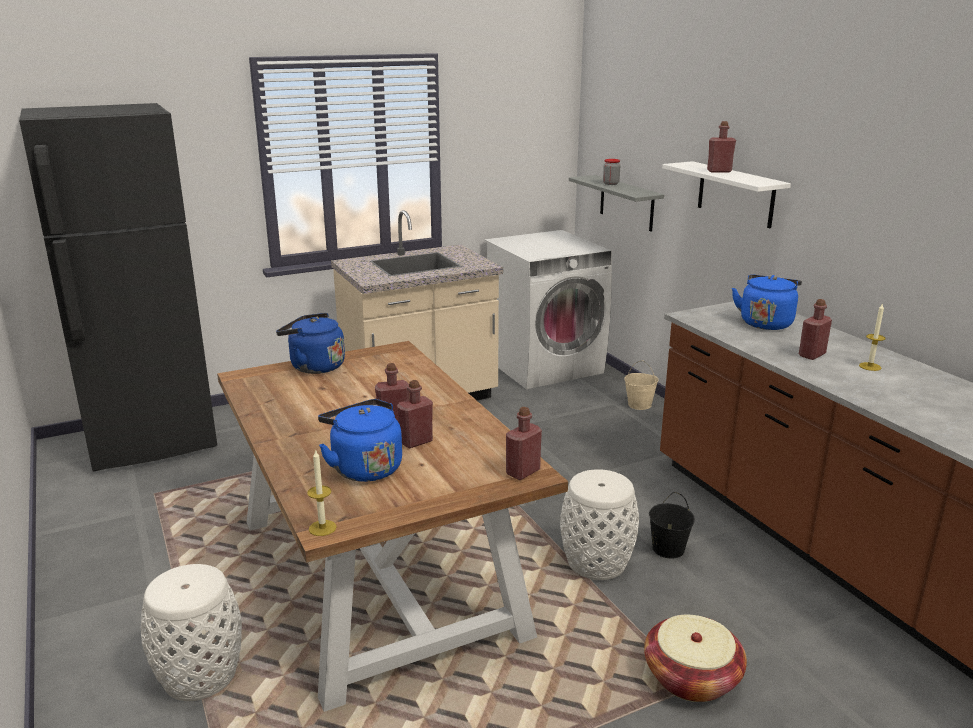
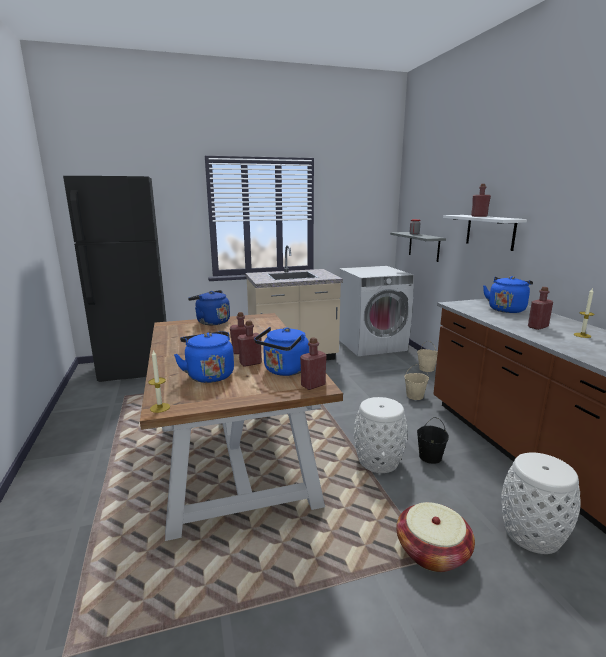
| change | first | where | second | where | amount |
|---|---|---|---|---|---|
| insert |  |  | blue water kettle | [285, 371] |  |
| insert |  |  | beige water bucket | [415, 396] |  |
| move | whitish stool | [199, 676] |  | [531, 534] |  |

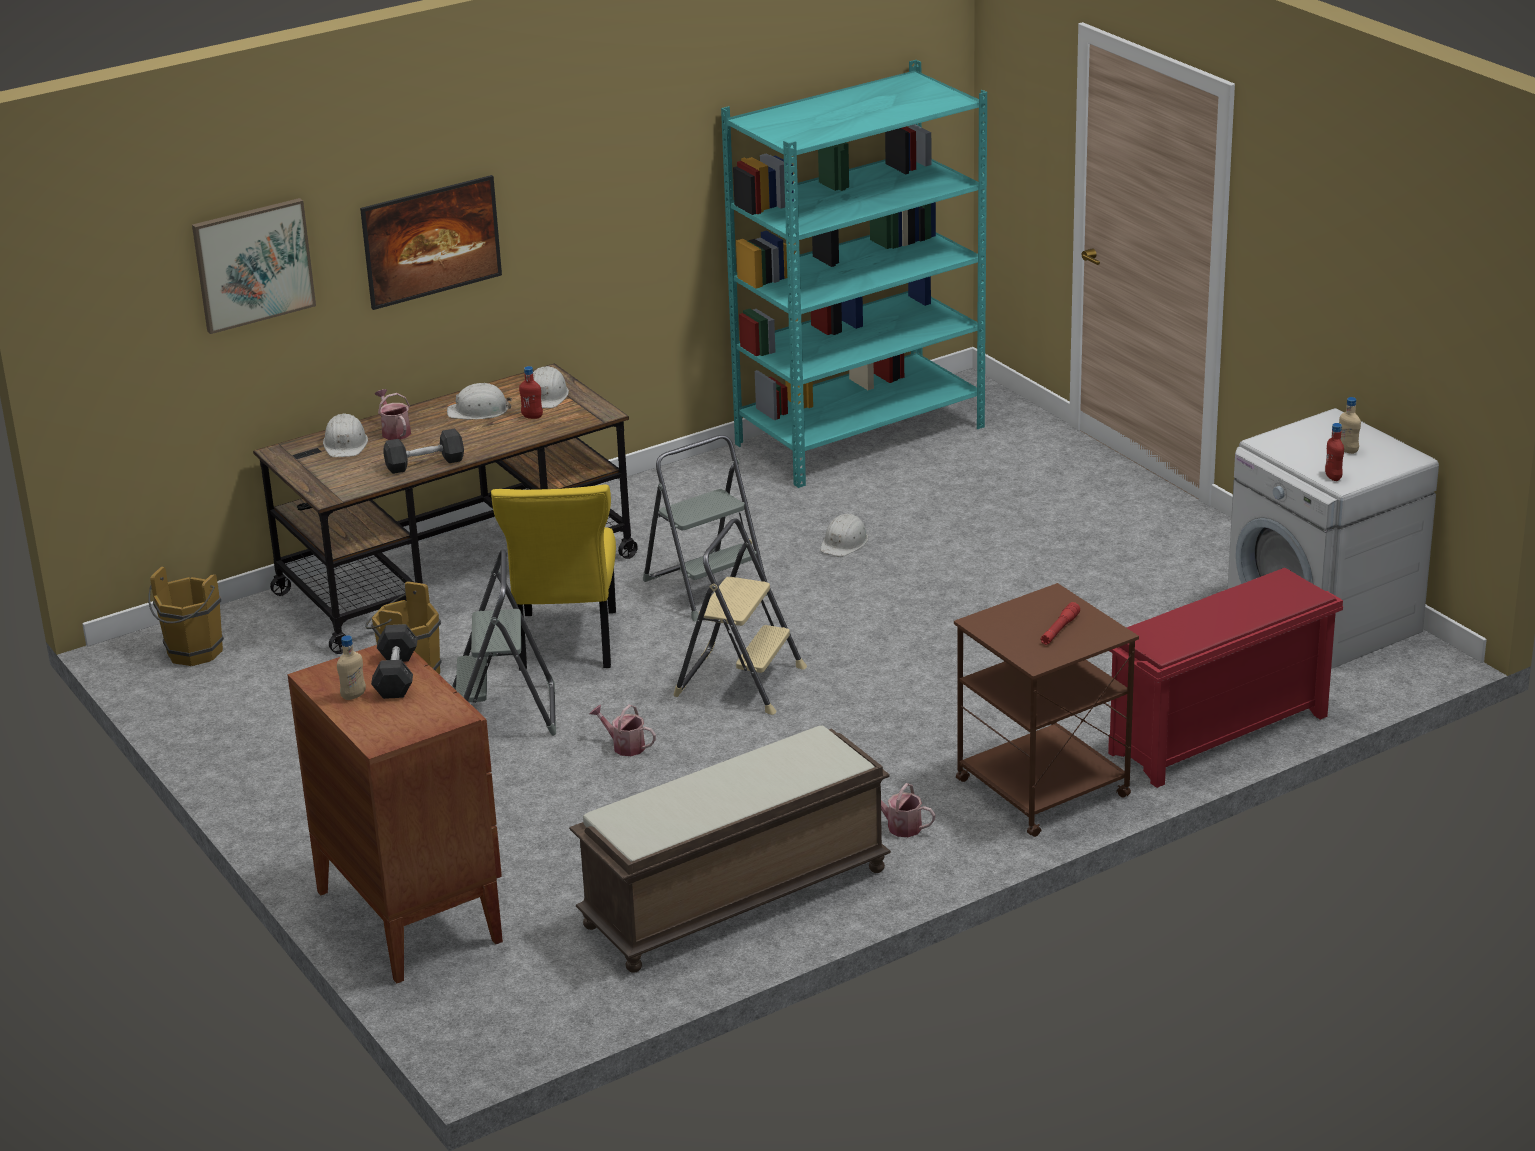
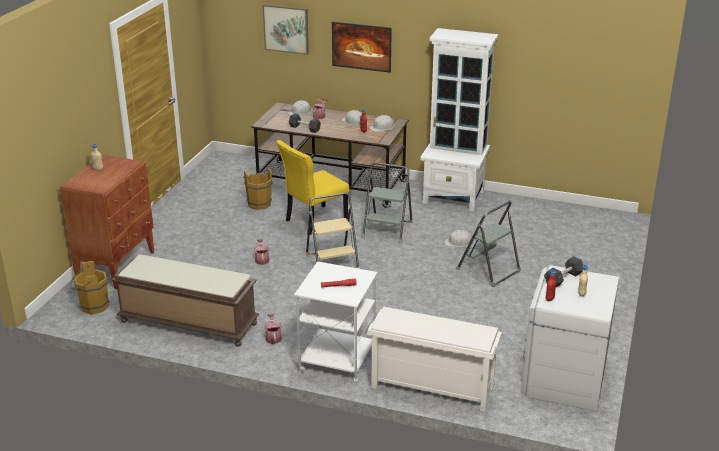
| change | first | where | second | where | amount |
|---|---|---|---|---|---|
| move | brownish water bucket | [192, 654] |  | [92, 307] |  |
| recolor | brownish wheeled cart | [1041, 789] | whitish wheeled cart | [336, 359] |  |
| recolor | red-coloured shoe stand | [1217, 736] | whitish shoe stand | [431, 387] |  |
| insert |  |  | whitish cabinet | [453, 197] |  |
| move | greyish step ladder | [507, 714] |  | [489, 271] |  |
| move | greyish dumbbell | [396, 675] |  | [563, 278] |  |
| delete | turquoise shelving unit | [860, 435] |  |  |  |

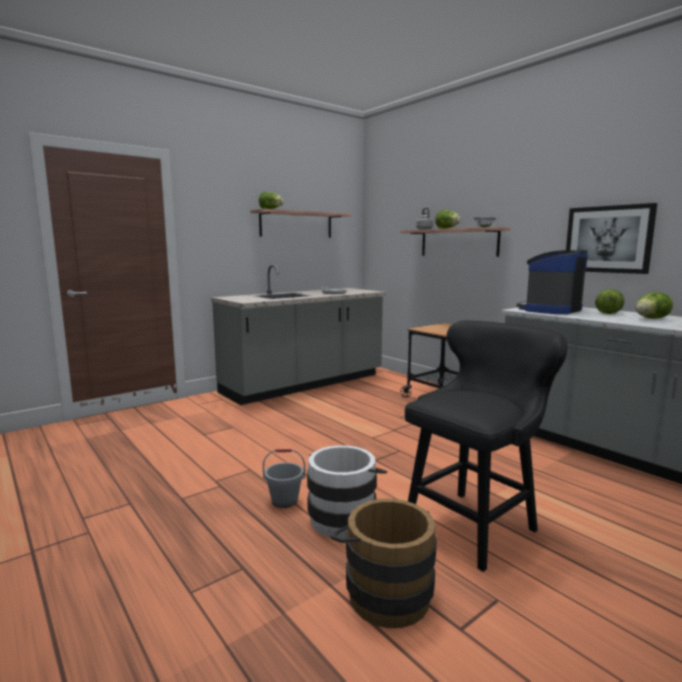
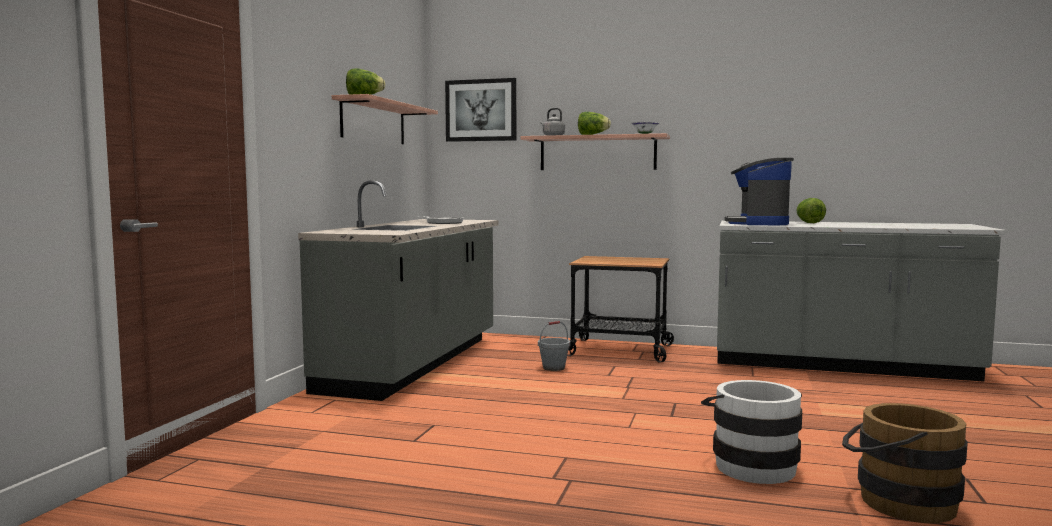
| change | first | where | second | where | amount |
|---|---|---|---|---|---|
| move | wall picture | [608, 239] |  | [481, 110] |  |
| move | greyish water bucket | [285, 501] |  | [553, 368] |  |
| delete | black stool | [474, 525] |  |  |  |
| delete | lettuce | [650, 319] |  |  |  |

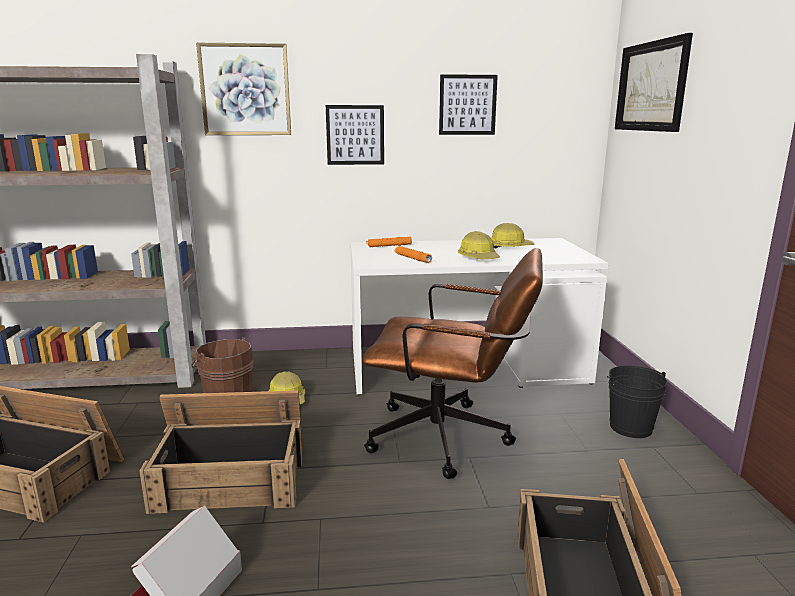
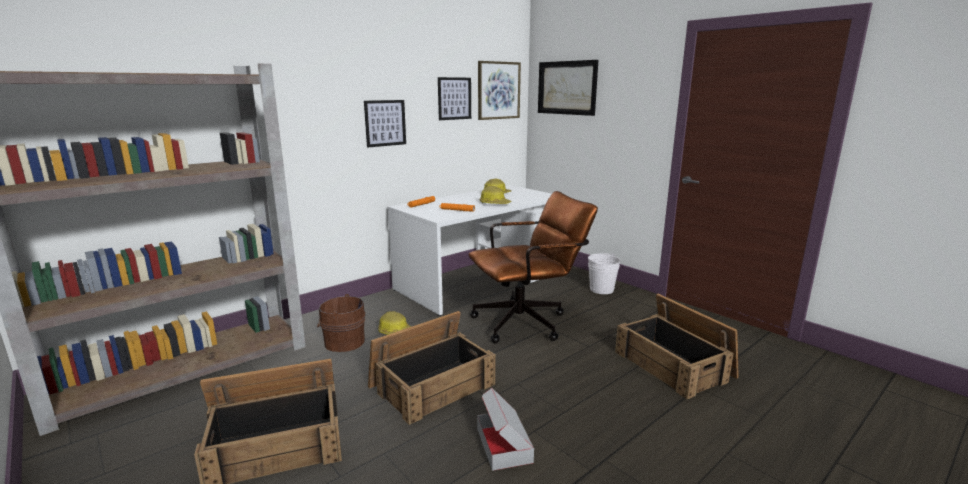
| change | first | where | second | where | amount |
|---|---|---|---|---|---|
| move | wall picture | [245, 90] |  | [498, 90] |  |
| recolor | black water bucket | [631, 427] | whitish water bucket | [601, 289] |  |

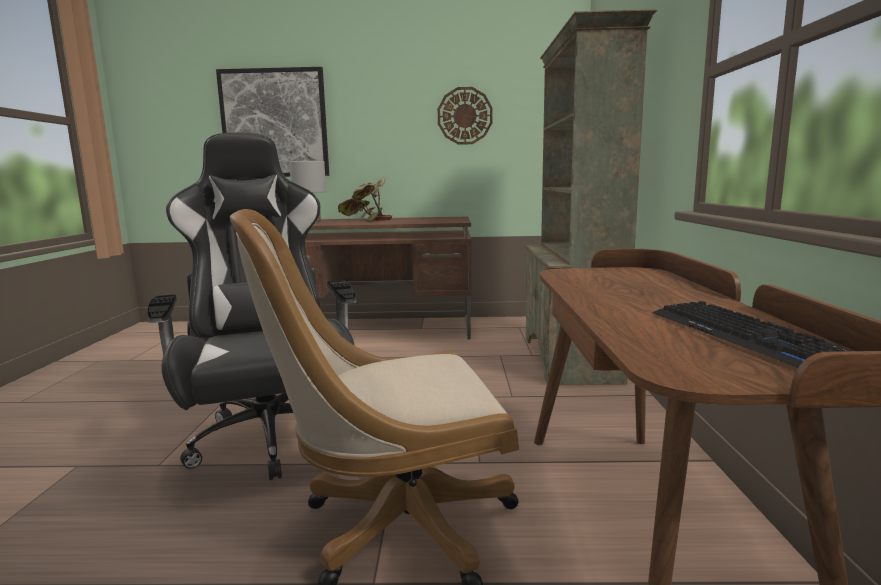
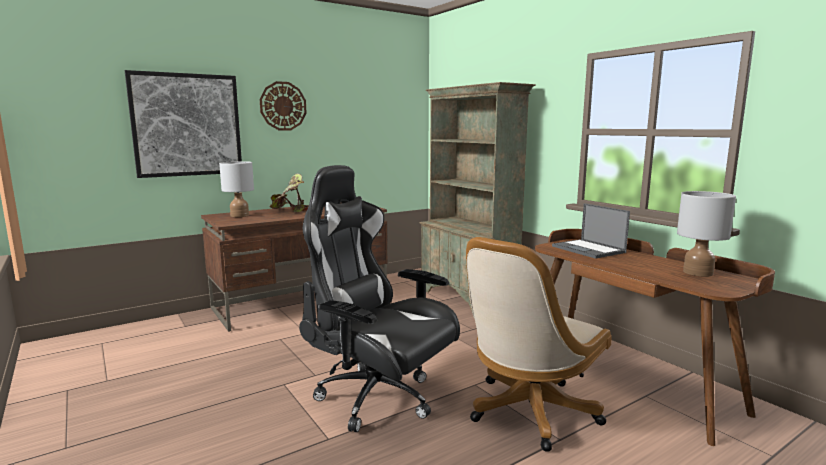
| change | first | where | second | where | amount |
|---|---|---|---|---|---|
| move | clock on the wall | [465, 116] |  | [283, 106] |  |
| insert |  |  | portable computer | [589, 249] |  |
| replace | keyboard | [745, 337] | greyish lamp for a table | [698, 273] |  |

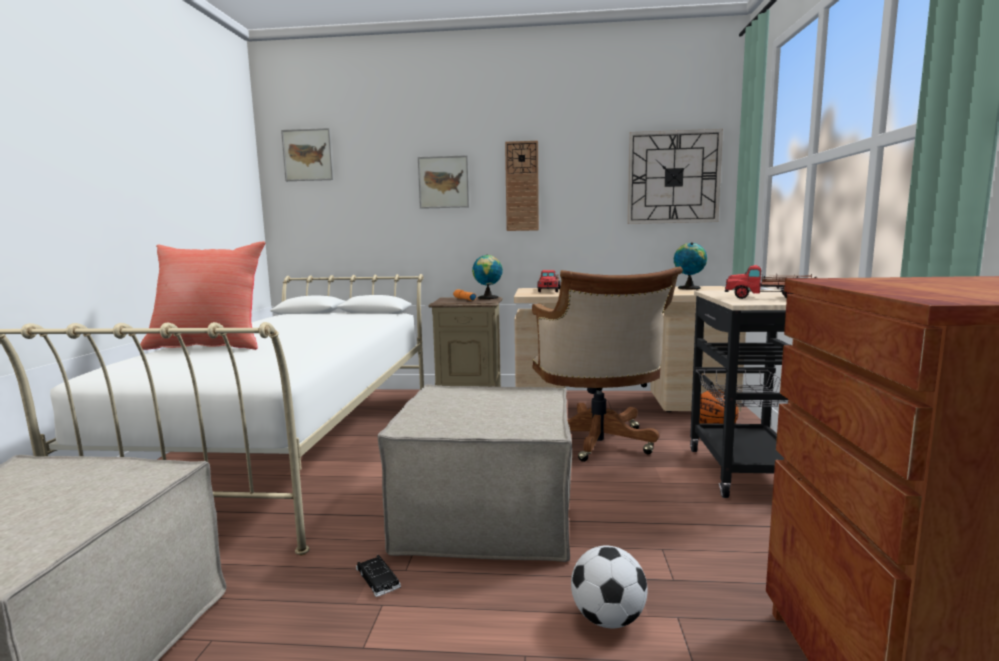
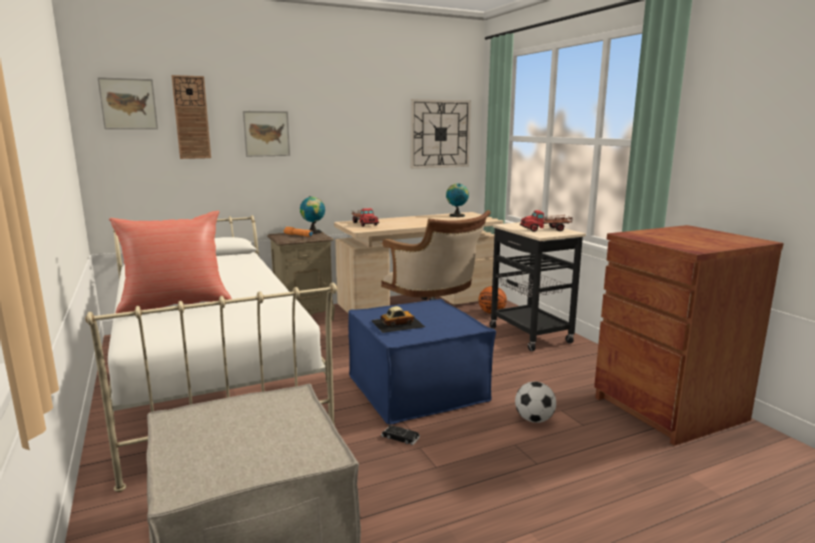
| change | first | where | second | where | amount |
|---|---|---|---|---|---|
| move | clock on the wall | [522, 186] |  | [191, 117] |  |
| recolor | beige ottoman | [487, 513] | blue ottoman | [417, 388] |  |
| insert |  |  | toy car | [397, 323] |  |

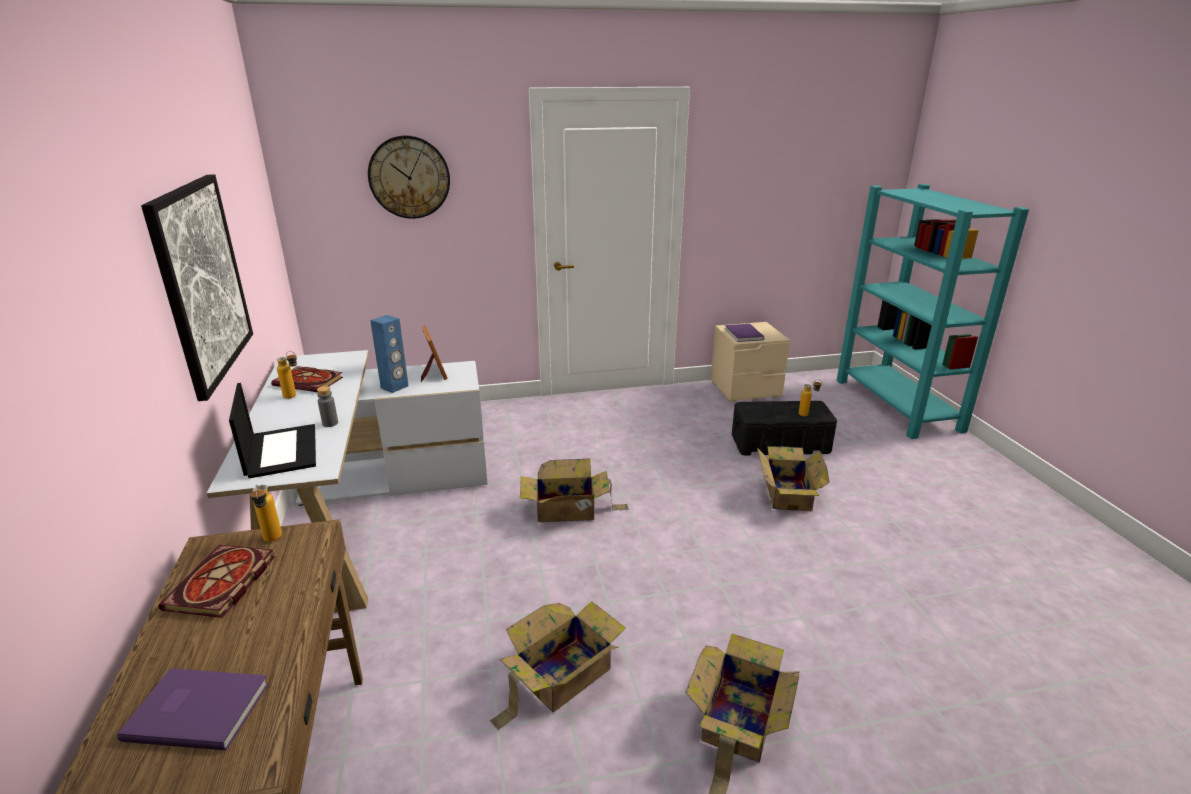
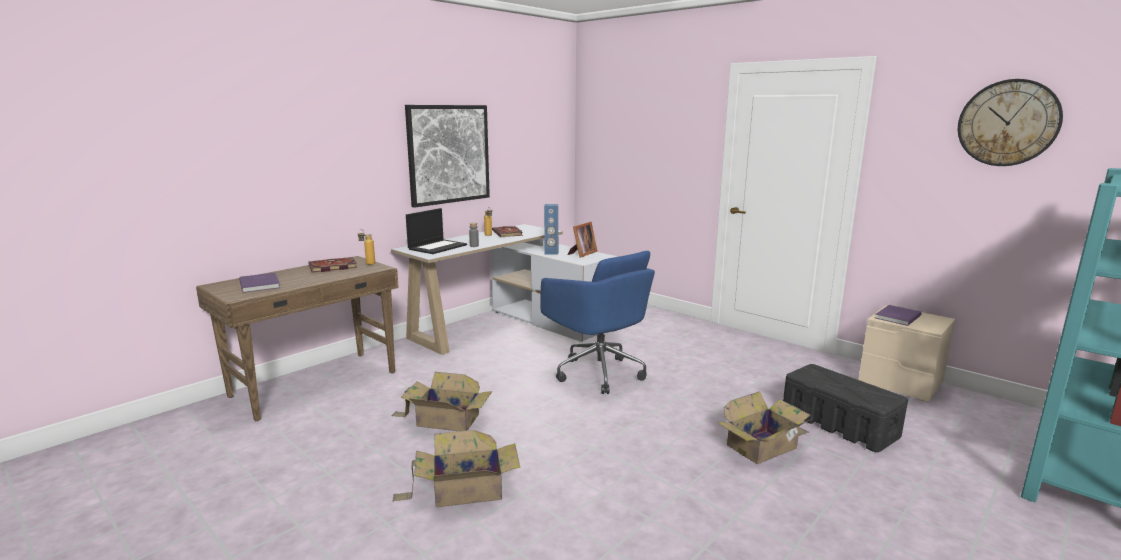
| change | first | where | second | where | amount |
|---|---|---|---|---|---|
| replace | cardboard box | [568, 510] | blue computer chair | [596, 372] |  |
| move | clock on the wall | [409, 177] |  | [1008, 123] |  |
| delete | drink bottle | [807, 414] |  |  |  |

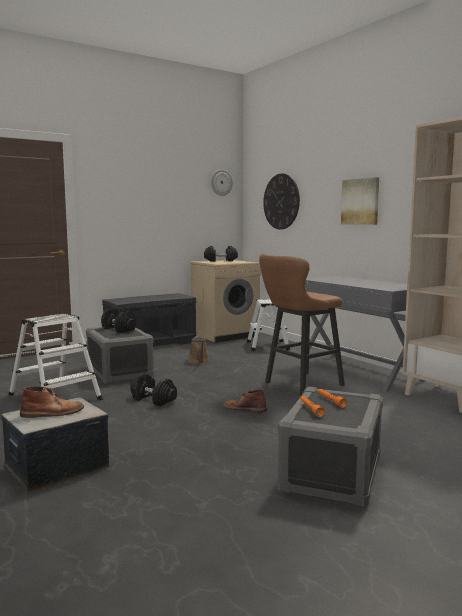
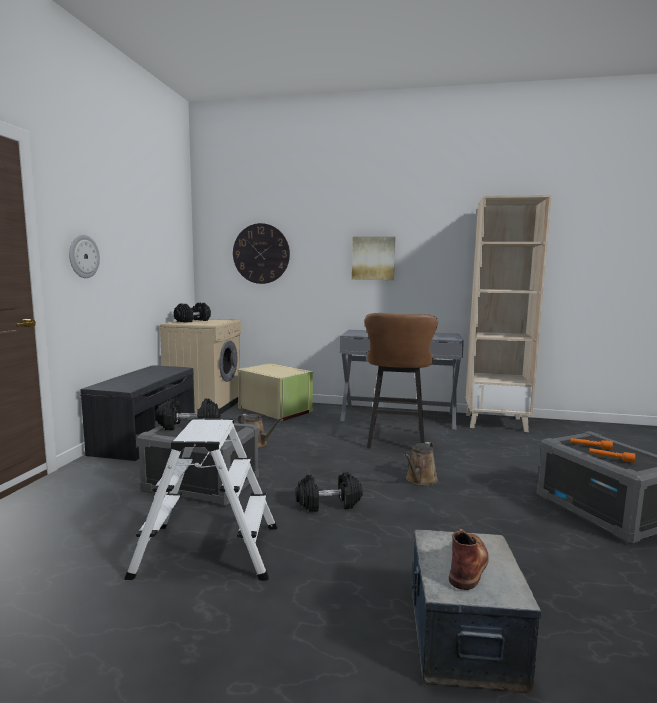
| change | first | where | second | where | amount |
|---|---|---|---|---|---|
| move | clock on the wall | [221, 182] |  | [83, 256] |  |
| replace | whitish step ladder | [267, 346] | beige storage box | [274, 410] |  |
| replace | brownish boot | [244, 408] | brownish sprinkling can | [420, 480] |  |

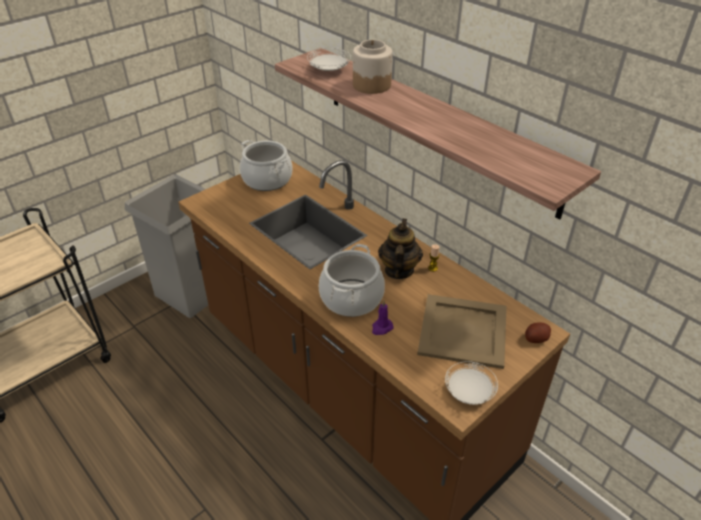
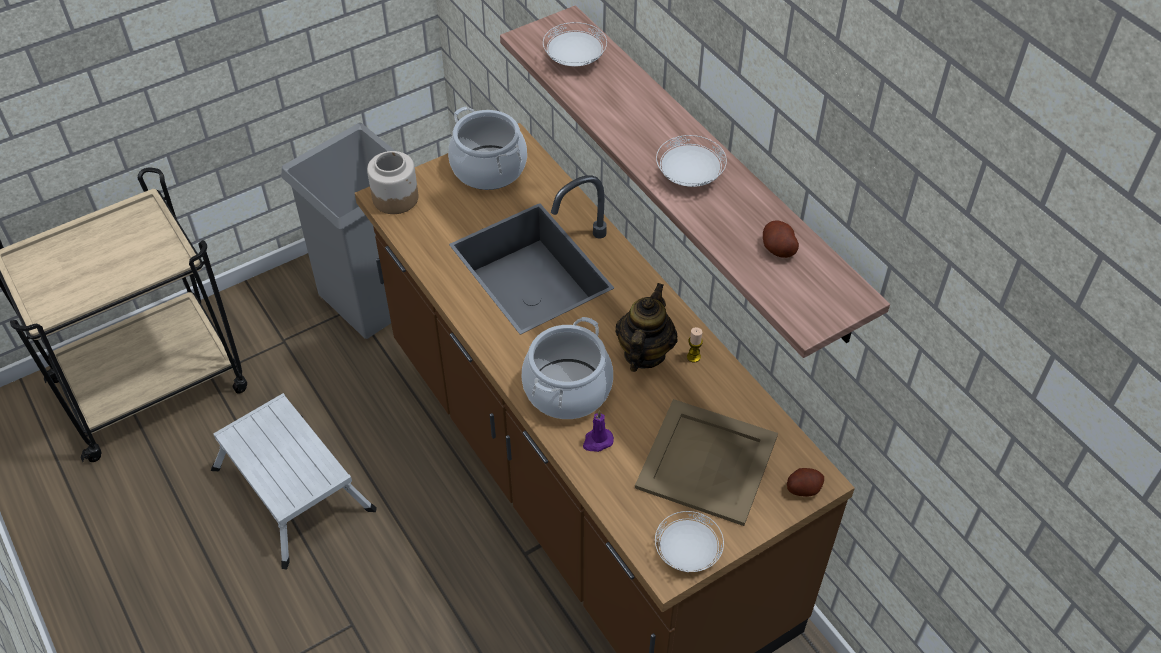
| change | first | where | second | where | amount |
|---|---|---|---|---|---|
| insert |  |  | whitish step ladder | [292, 488] |  |
| move | jar | [371, 85] |  | [395, 198] |  |
| insert |  |  | whitish flat dish | [690, 176] |  |
| insert |  |  | spud | [778, 249] |  |

